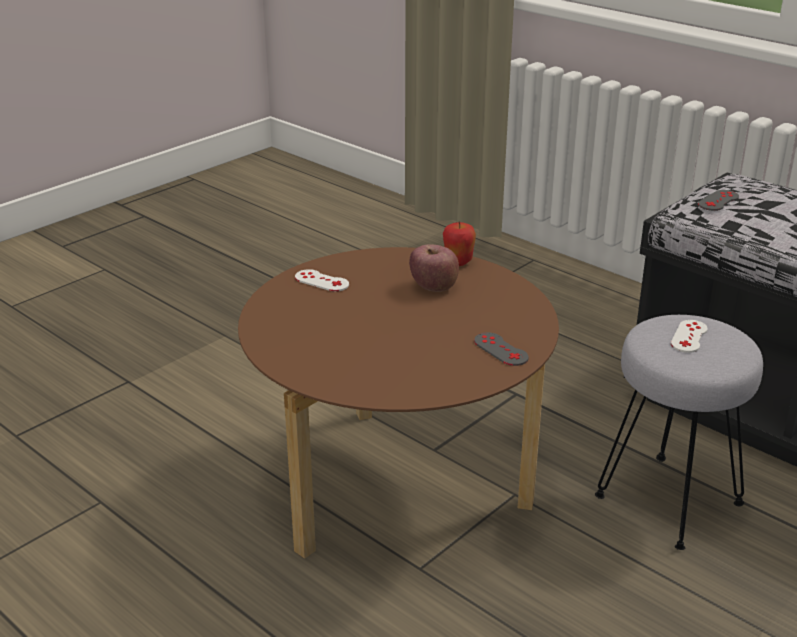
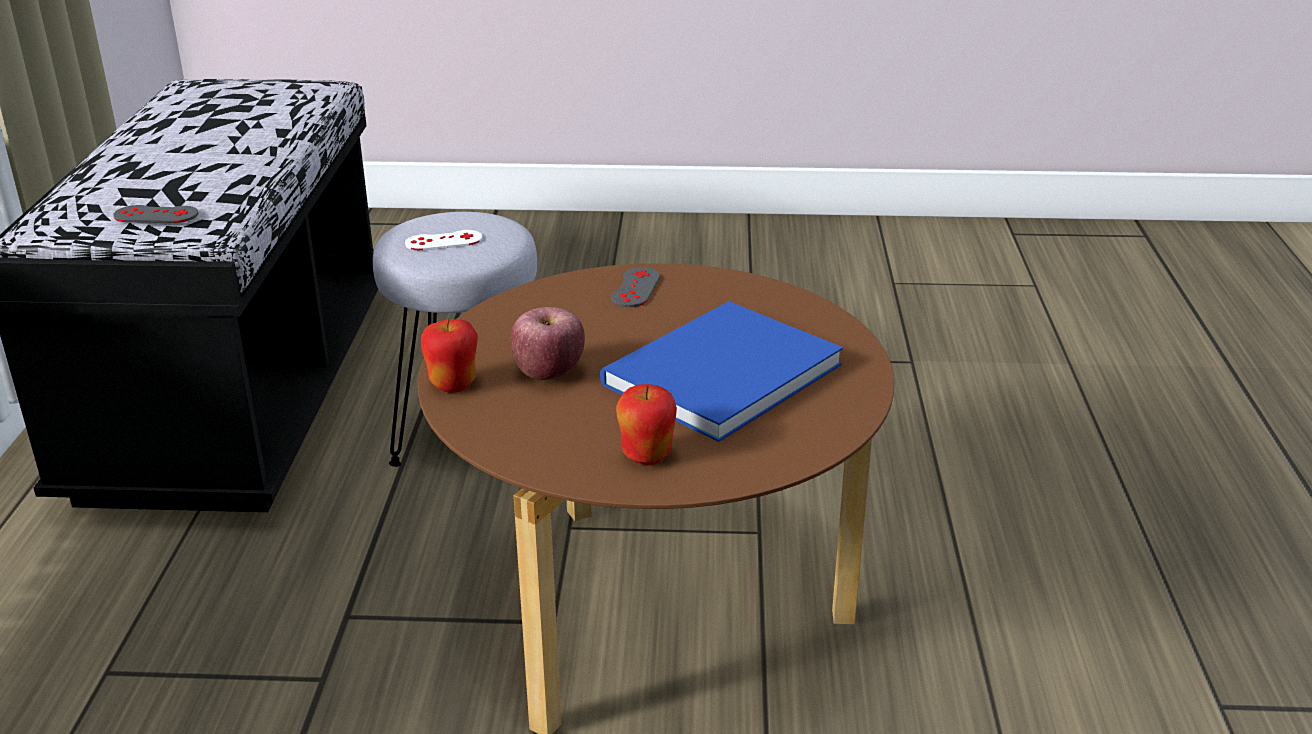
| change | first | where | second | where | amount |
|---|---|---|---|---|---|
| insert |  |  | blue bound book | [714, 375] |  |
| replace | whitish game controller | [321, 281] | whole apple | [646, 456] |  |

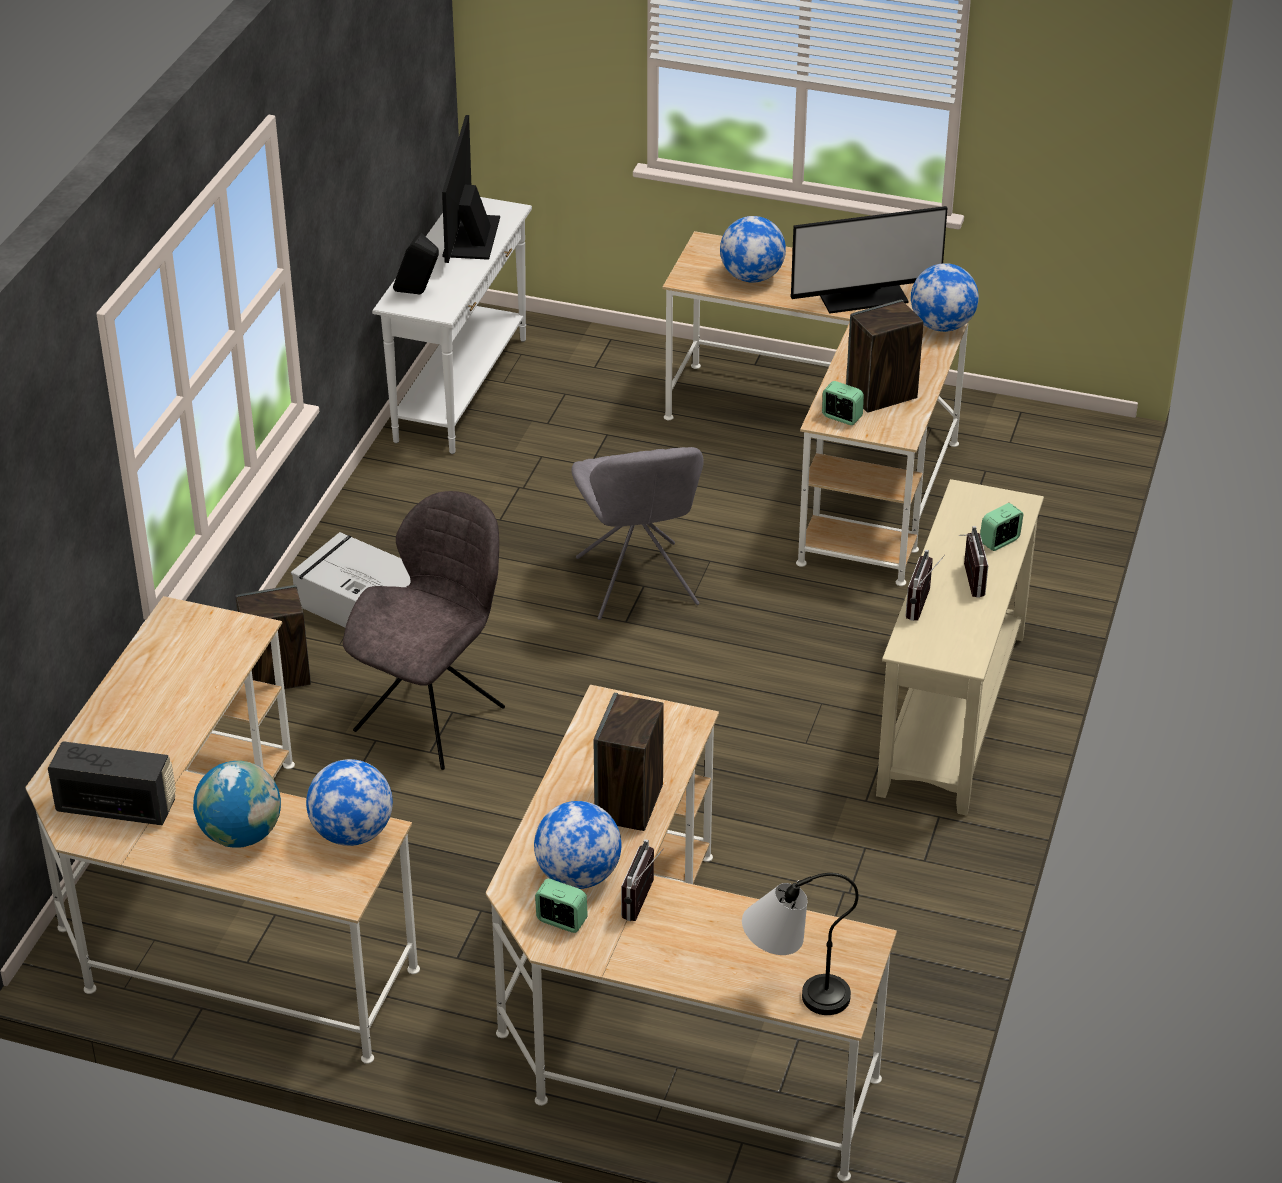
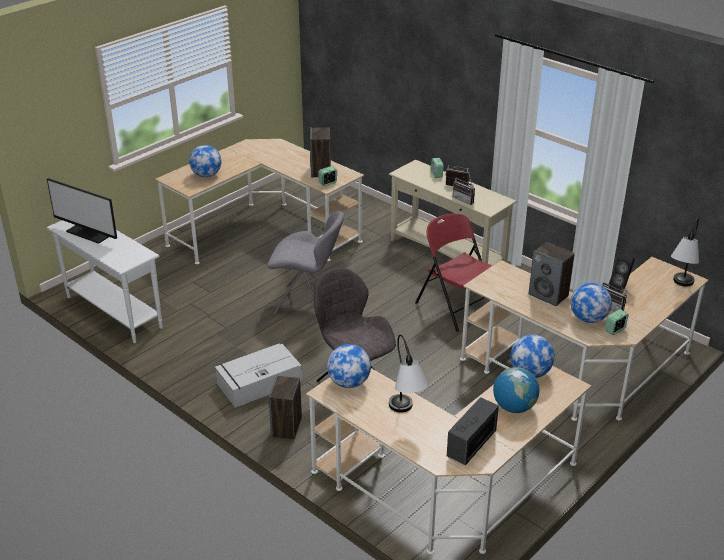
| change | first | where | second | where | amount |
|---|---|---|---|---|---|
| move | desk globe | [942, 326] |  | [349, 383] |  |
| insert |  |  | lamp for a table | [405, 415] |  |
| insert |  |  | red-coloured chair | [456, 307] |  |
| move | black loudspeaker | [418, 293] |  | [620, 288] |  |
| delete | computer screen | [862, 296] |  |  |  |

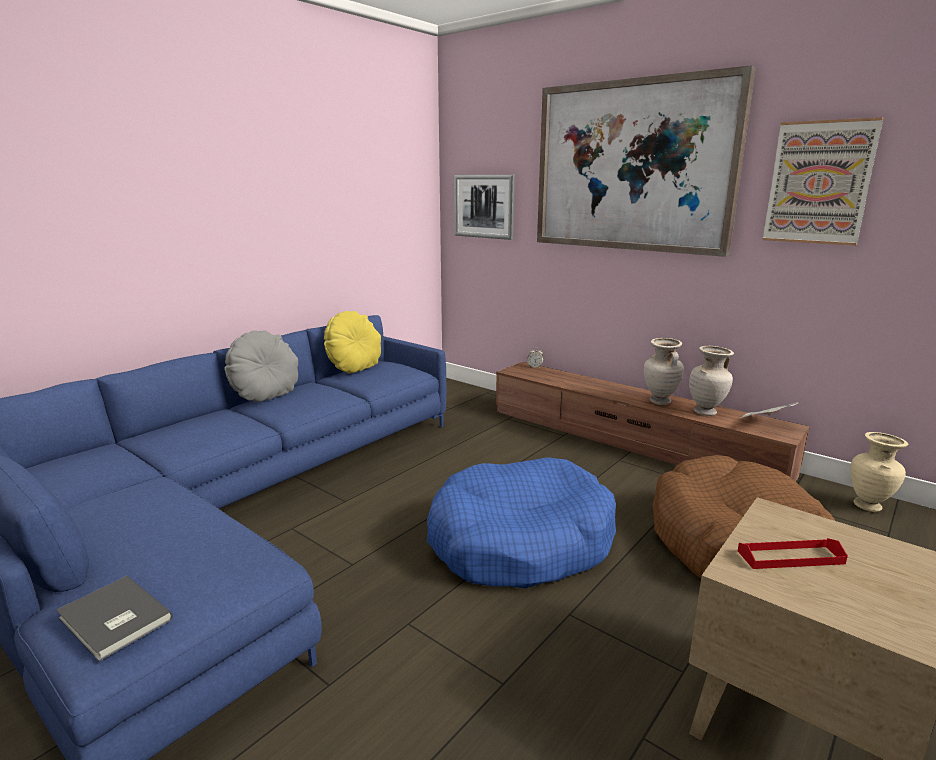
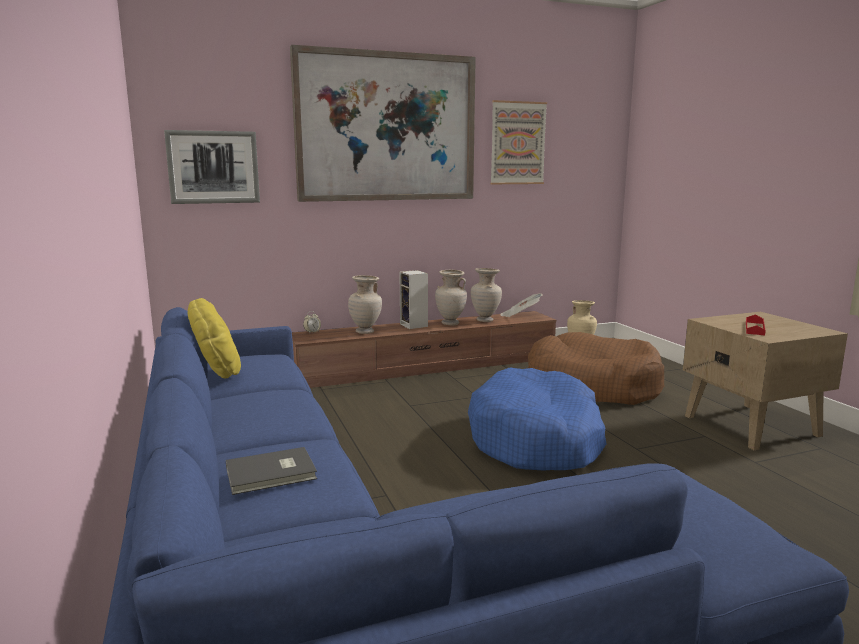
| change | first | where | second | where | amount |
|---|---|---|---|---|---|
| move | greyish bound book | [113, 621] |  | [272, 474] |  |
| insert |  |  | beige vase | [365, 332] |  |
| insert |  |  | loudspeaker | [414, 325] |  |
| delete | greyish throw pillow | [266, 397] |  |  |  |

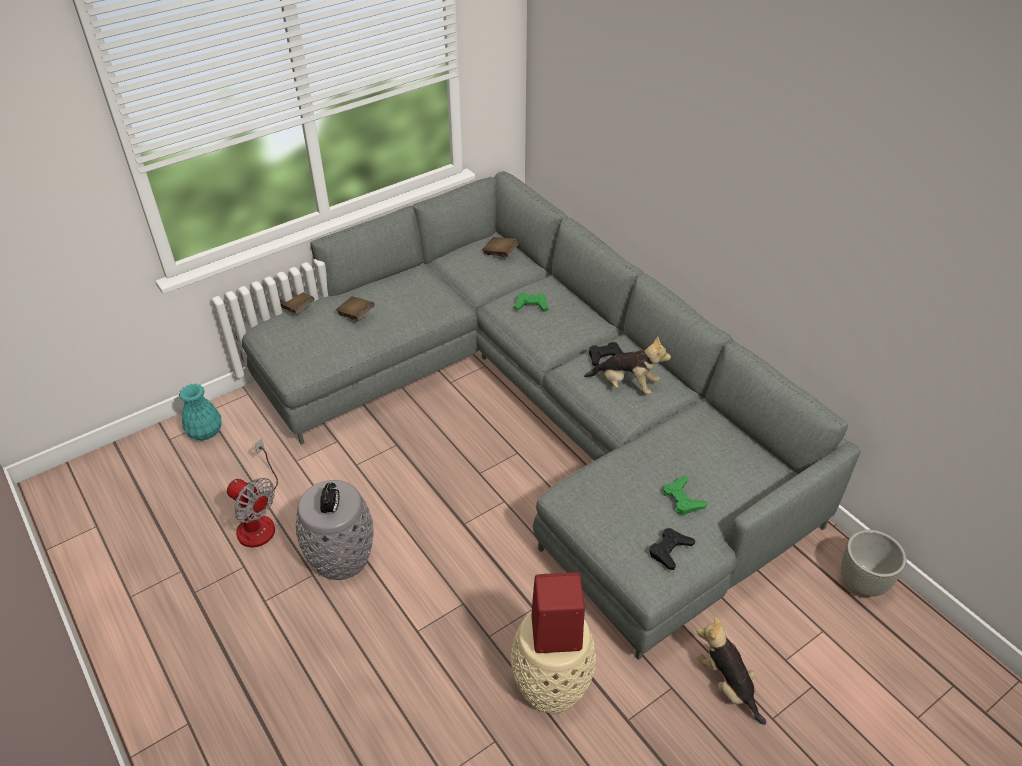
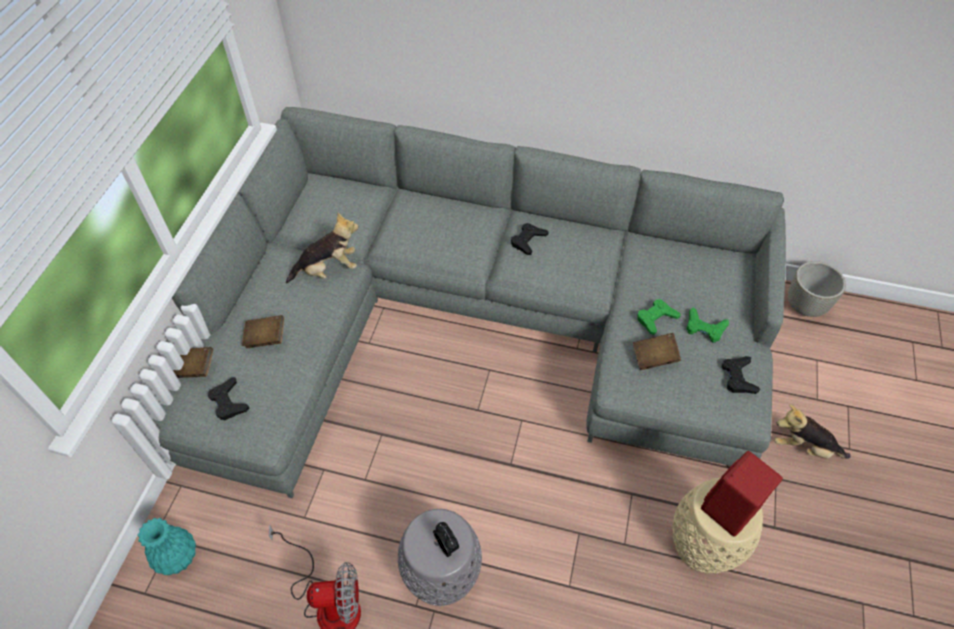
| change | first | where | second | where | amount |
|---|---|---|---|---|---|
| insert |  |  | black game controller | [228, 402] |  |
| move | soft toy | [626, 385] |  | [328, 269] |  |
| move | brownish bound book | [500, 253] |  | [654, 357] |  |
| move | green game controller | [531, 305] |  | [656, 318] |  |

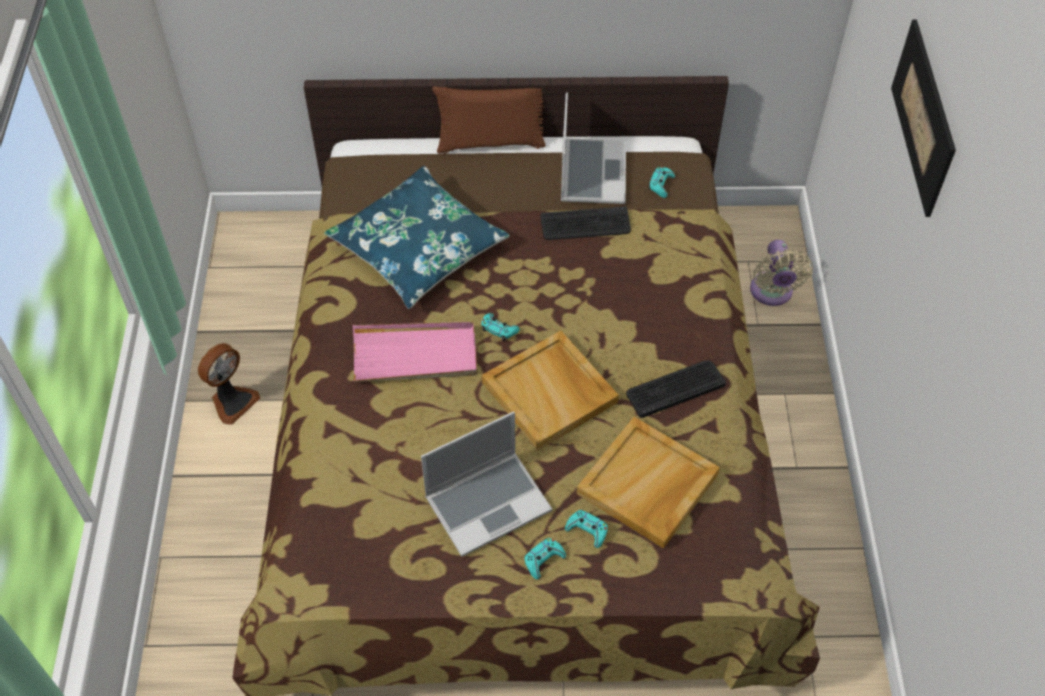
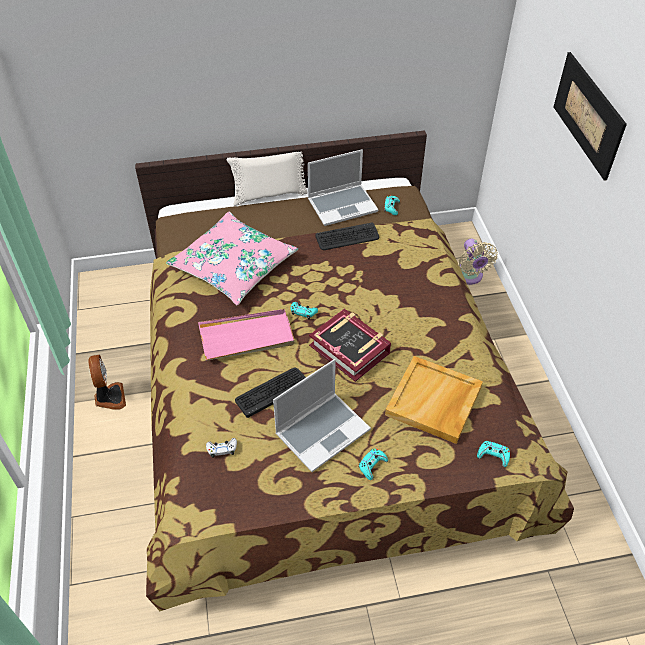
| change | first | where | second | where | amount |
|---|---|---|---|---|---|
| rotate | cooling fan | [232, 401] |  | [109, 397] | 45 degrees counterclockwise |
| recolor | blue throw pillow | [418, 248] | pink-coloured throw pillow | [234, 266] |  |
| insert |  |  | whitish game controller | [222, 449] |  |
| recolor | brownish throw pillow | [490, 142] | whitish throw pillow | [269, 195] |  |
| move | keyboard | [675, 388] |  | [272, 392] |  |
| rotate | portable computer | [591, 172] |  | [343, 205] | 75 degrees clockwise |
| replace | beige carrying tray | [551, 392] | bound book | [350, 349] |  |
| move | turquoise game controller | [587, 530] |  | [493, 455] |  |

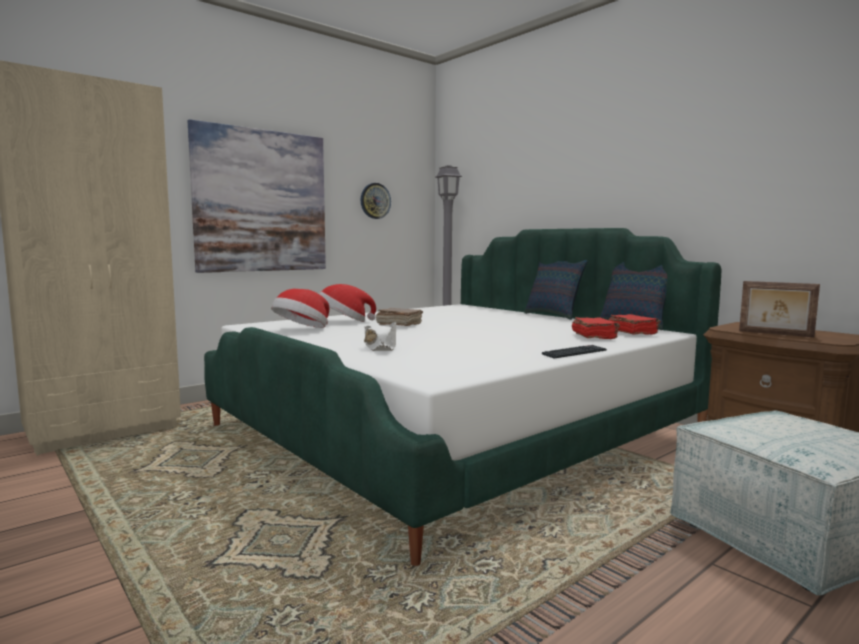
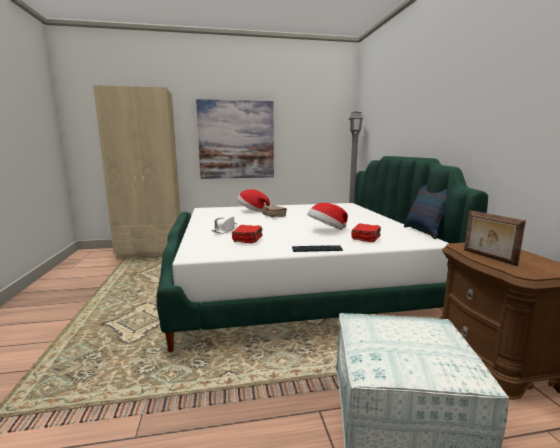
| change | first | where | second | where | amount |
|---|---|---|---|---|---|
| move | red-coloured bound book | [632, 333] |  | [248, 240] |  |
| move | clothing hat | [301, 330] |  | [326, 230] |  |
| delete | clock on the wall | [375, 201] |  |  |  |
| delete | blue throw pillow | [553, 316] |  |  |  |

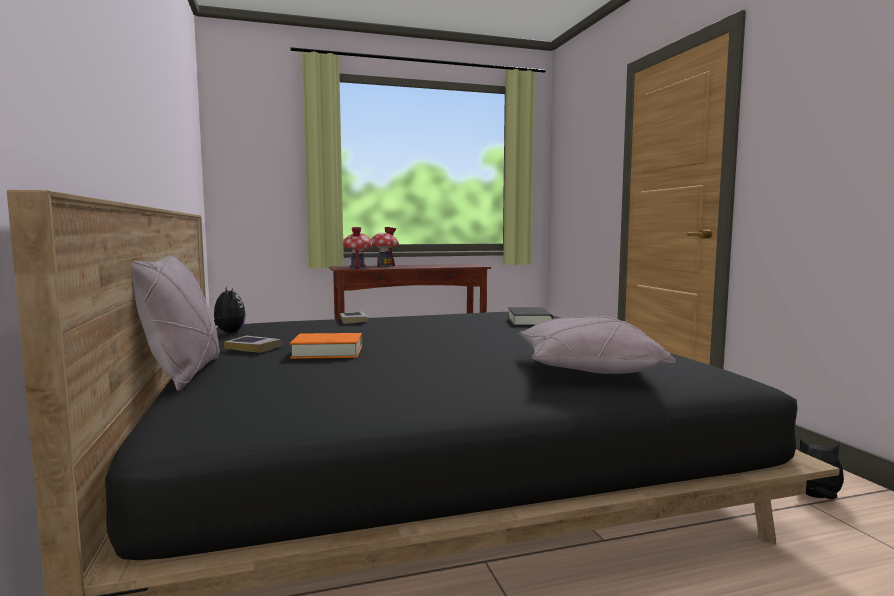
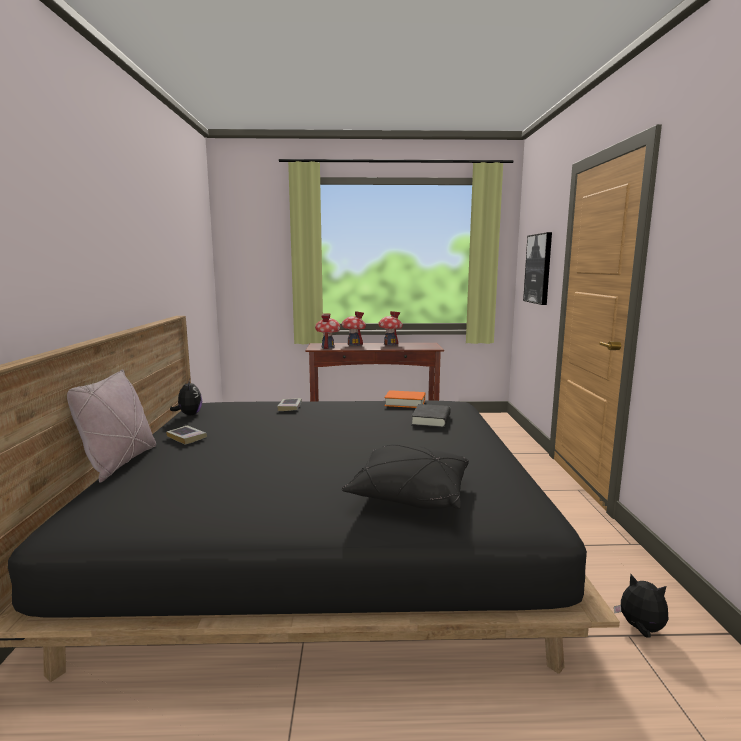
| change | first | where | second | where | amount |
|---|---|---|---|---|---|
| recolor | purplish throw pillow | [586, 369] | black throw pillow | [410, 494] |  |
| insert |  |  | model house | [390, 344] |  |
| move | orange-coloured bound book | [327, 352] |  | [405, 403] |  |
| insert |  |  | wall picture | [538, 268] |  |

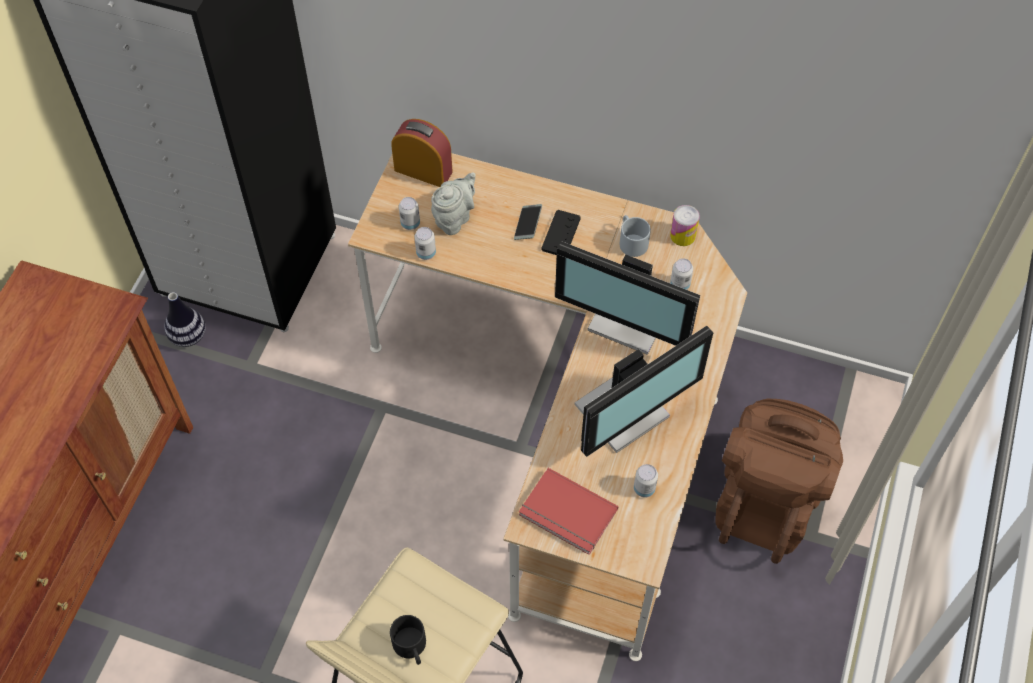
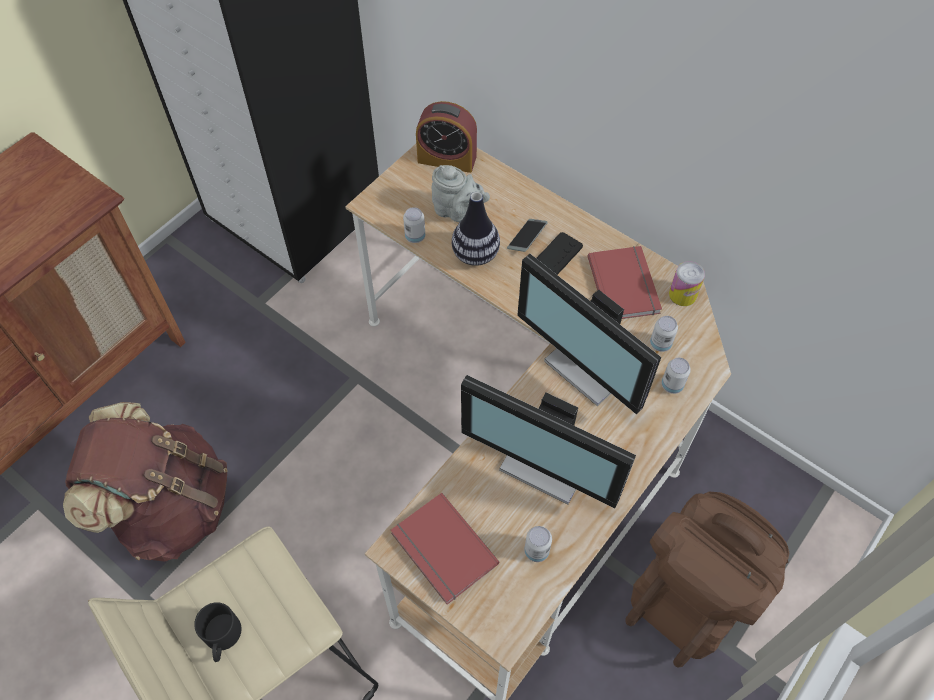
| change | first | where | second | where | amount |
|---|---|---|---|---|---|
| insert |  |  | brownish backpack | [170, 506] |  |
| rotate | bedside clock | [423, 171] |  | [447, 159] | 150 degrees clockwise |
| rotate | greyish tea pot | [454, 218] |  | [457, 211] | 60 degrees clockwise |
| move | vase | [188, 336] |  | [475, 254] |  |
| rotate | computer screen | [625, 413] |  | [549, 461] | 45 degrees clockwise |
| replace | greyish tea mug | [631, 241] | red-coloured bound book | [625, 284] |  |
| move | can | [410, 223] |  | [672, 385] |  |

